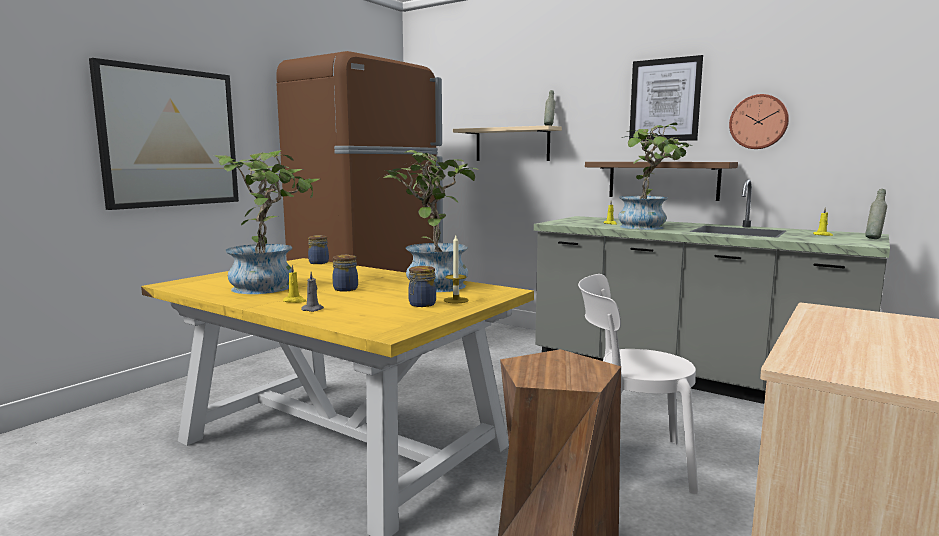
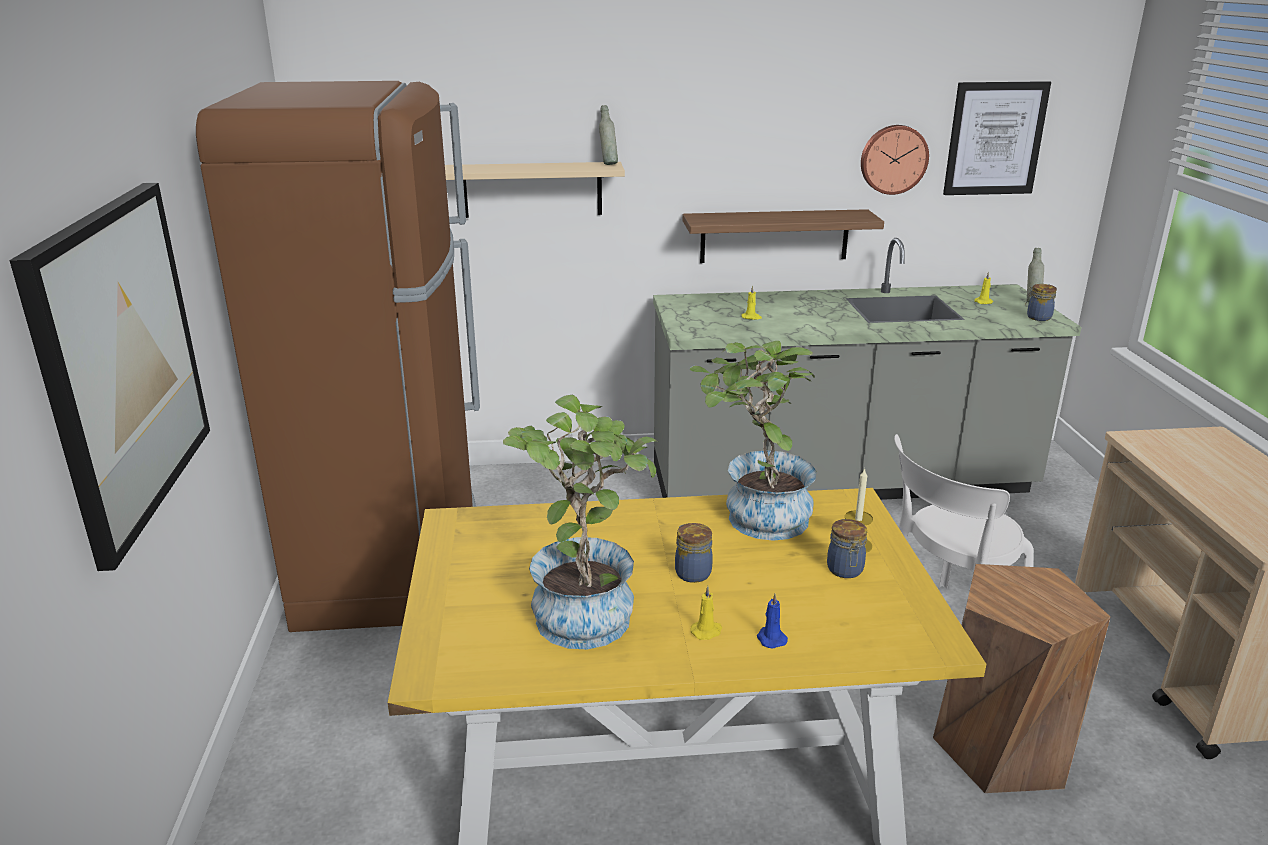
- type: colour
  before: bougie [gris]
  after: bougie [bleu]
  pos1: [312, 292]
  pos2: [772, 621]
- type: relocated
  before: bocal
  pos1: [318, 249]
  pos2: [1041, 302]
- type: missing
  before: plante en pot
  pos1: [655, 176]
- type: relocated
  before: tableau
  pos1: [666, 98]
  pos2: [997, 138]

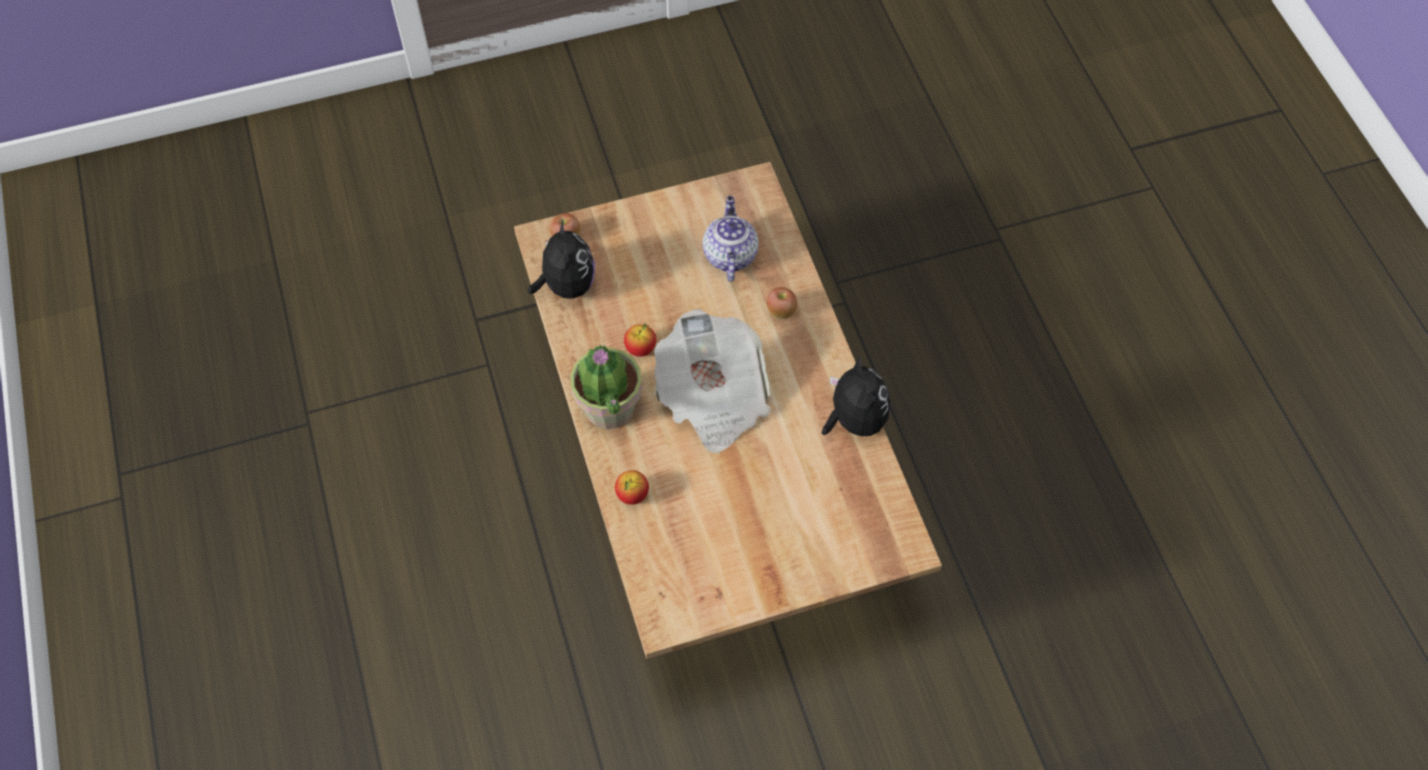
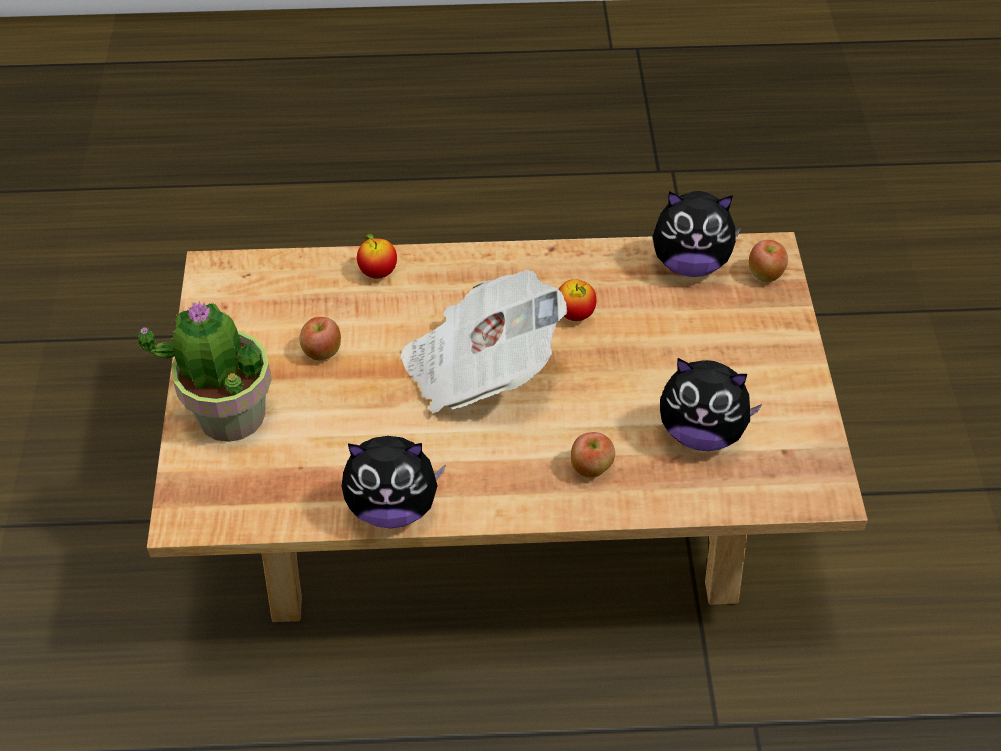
- type: relocated
  before: plante en pot
  pos1: [606, 387]
  pos2: [205, 371]
- type: exchanged
  before: théière
  after: peluche
  pos1: [731, 239]
  pos2: [711, 404]
- type: appeared
  after: pomme
  pos2: [320, 339]

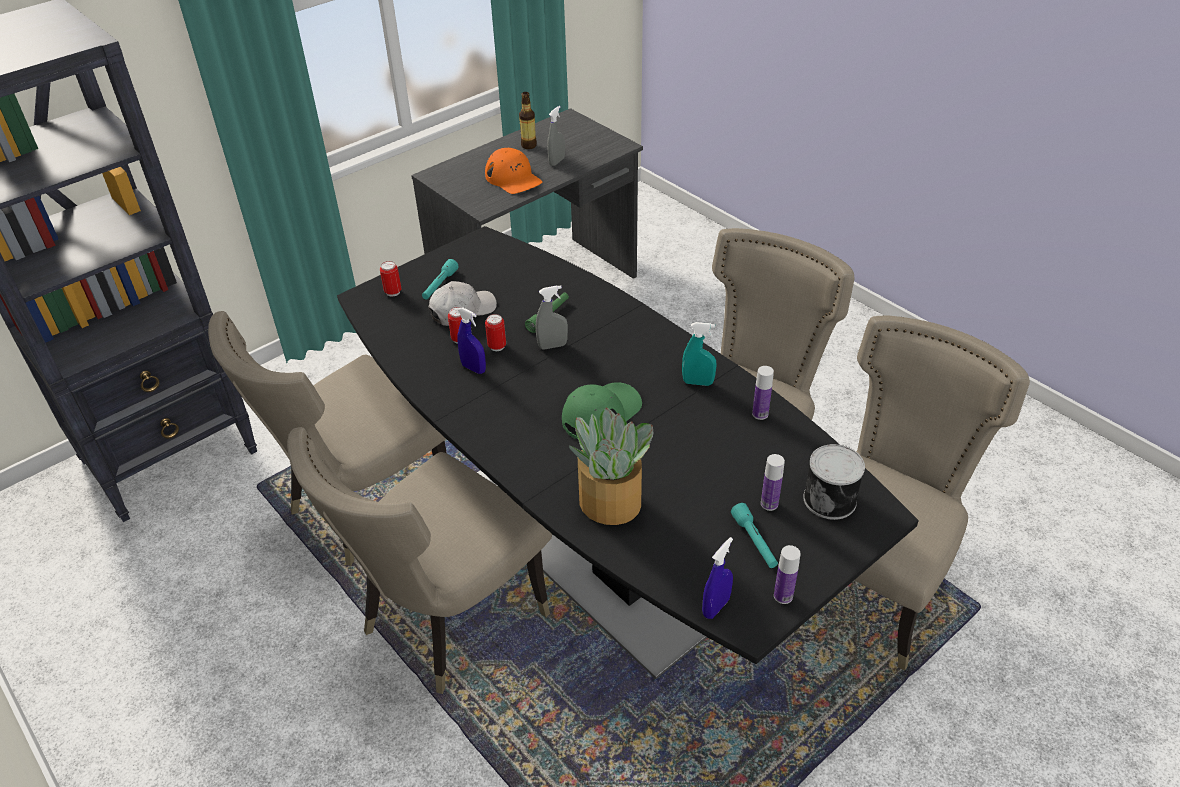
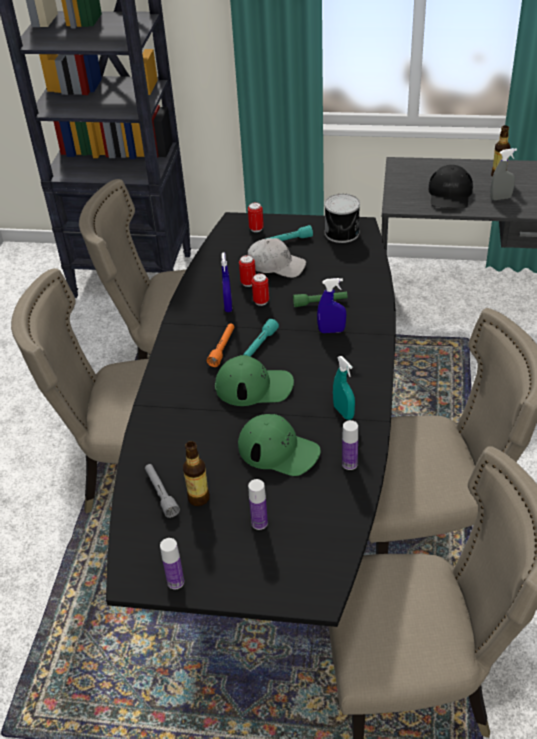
- type: colour
  before: casquette [orange]
  after: casquette [noir]
  pos1: [513, 171]
  pos2: [451, 186]
- type: missing
  before: vaporisateur [gris]
  pos1: [551, 317]
- type: missing
  before: plante en pot
  pos1: [611, 466]
- type: relocated
  before: vaporisateur [bleu]
  pos1: [717, 578]
  pos2: [331, 305]
- type: relocated
  before: lampe de poche [turquoise]
  pos1: [754, 535]
  pos2: [261, 338]
- type: relocated
  before: boîte métallique
  pos1: [834, 482]
  pos2: [342, 218]
- type: appeared
  after: lampe de poche [gris]
  pos2: [162, 491]
- type: appeared
  after: bouteille
  pos2: [196, 473]
- type: appeared
  after: lampe de poche [orange]
  pos2: [220, 345]
- type: appeared
  after: casquette [vert]
  pos2: [279, 445]

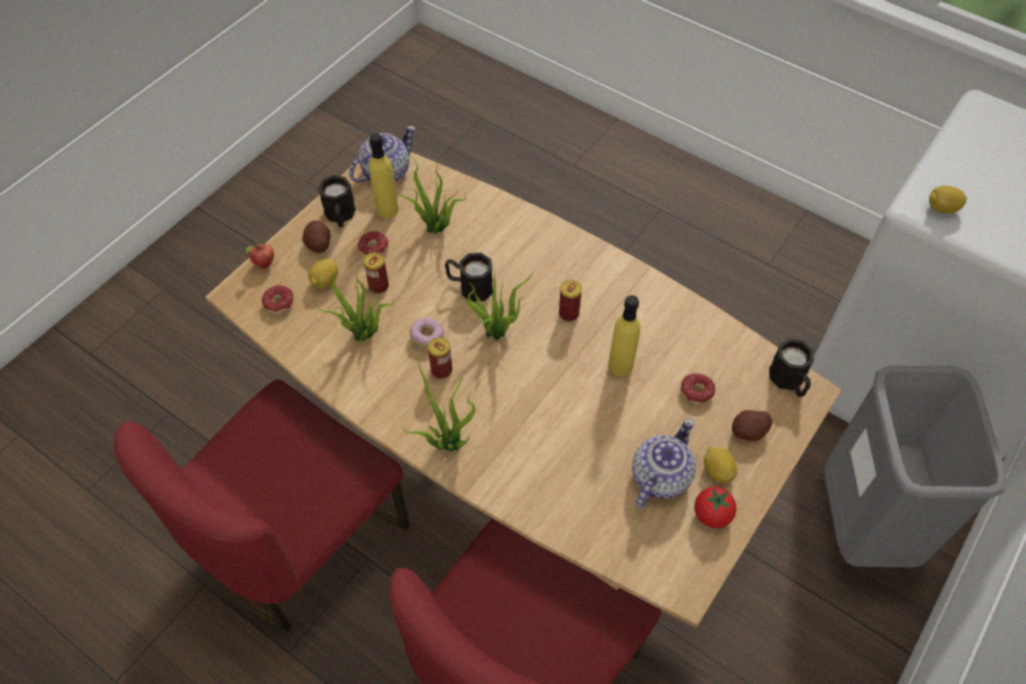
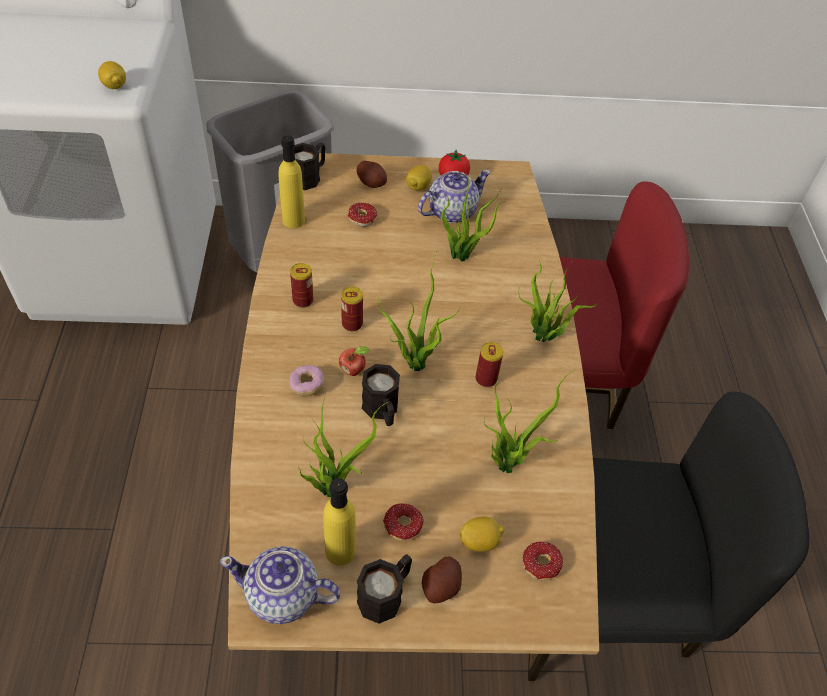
- type: colour
  before: chaise [rouge]
  after: chaise [noir]
  pos1: [262, 505]
  pos2: [668, 536]
- type: relocated
  before: pomme
  pos1: [260, 256]
  pos2: [354, 361]
- type: relocated
  before: boîte métallique
  pos1: [376, 273]
  pos2: [301, 285]
- type: relocated
  before: beignet
  pos1: [427, 332]
  pos2: [307, 381]
- type: relocated
  before: bouteille [jaune]
  pos1: [624, 335]
  pos2: [291, 181]
- type: spun
  before: théière
  pos1: [664, 462]
  pos2: [454, 196]
  turn: 150
- type: appeared
  after: plante en pot
  pos2: [473, 218]

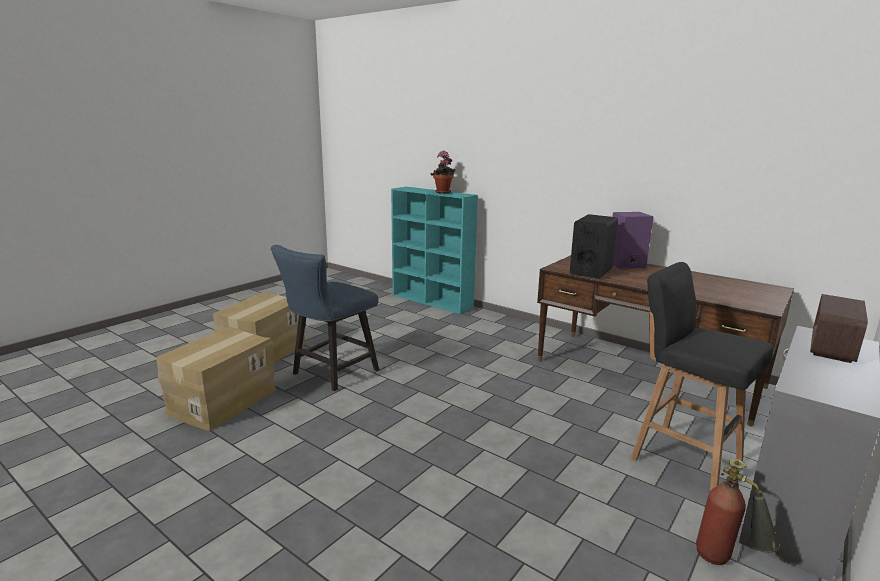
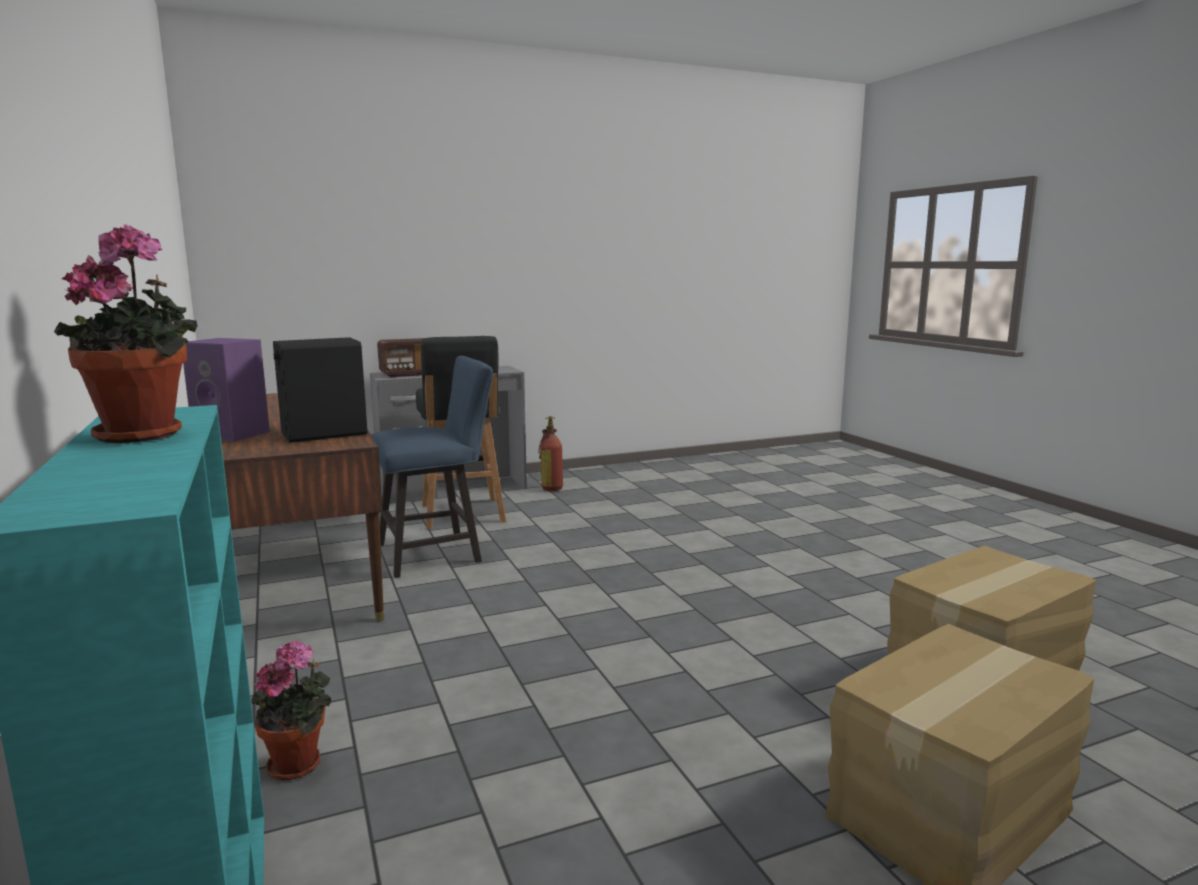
- type: relocated
  before: chaise [bleu]
  pos1: [325, 318]
  pos2: [432, 467]
- type: appeared
  after: plante en pot
  pos2: [291, 710]

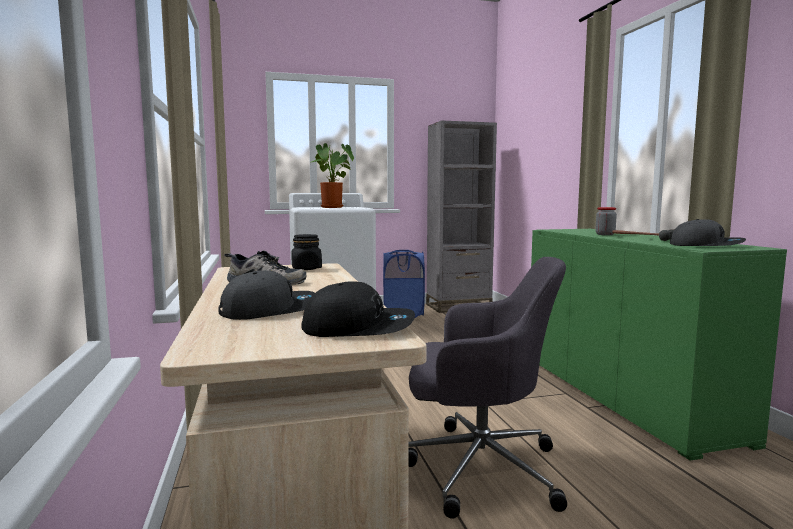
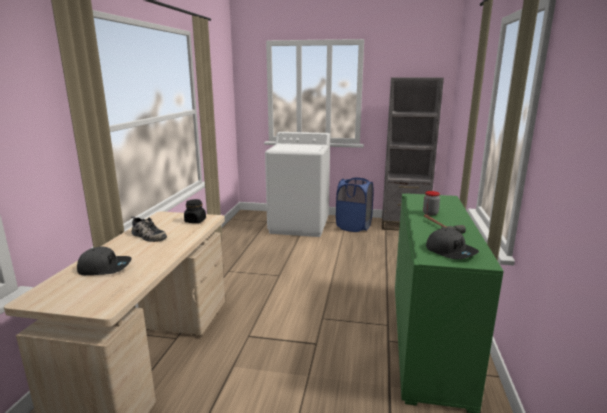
- type: missing
  before: casquette [noir]
  pos1: [358, 309]
- type: missing
  before: plante en pot
  pos1: [332, 175]
- type: missing
  before: chaise de bureau [gris]
  pos1: [488, 388]

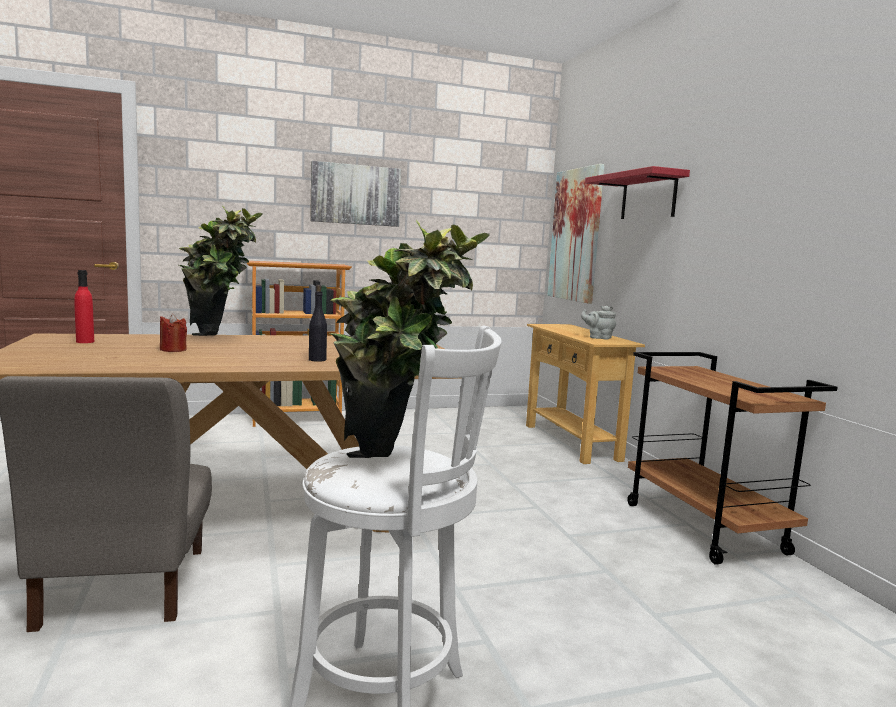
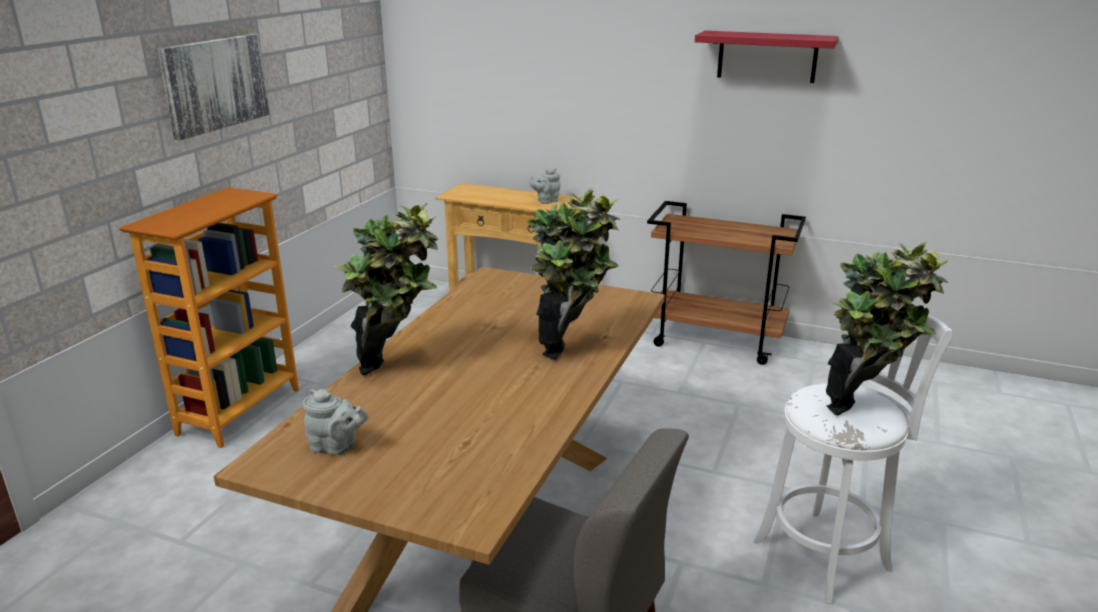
- type: exchanged
  before: bouteille [rouge]
  after: théière [gris]
  pos1: [84, 306]
  pos2: [335, 422]
- type: missing
  before: bougie [rouge]
  pos1: [173, 333]
- type: exchanged
  before: bouteille [noir]
  after: plante en pot
  pos1: [318, 323]
  pos2: [573, 274]
- type: missing
  before: tableau
  pos1: [576, 234]
- type: relocated
  before: étagère [rouge]
  pos1: [637, 192]
  pos2: [767, 57]

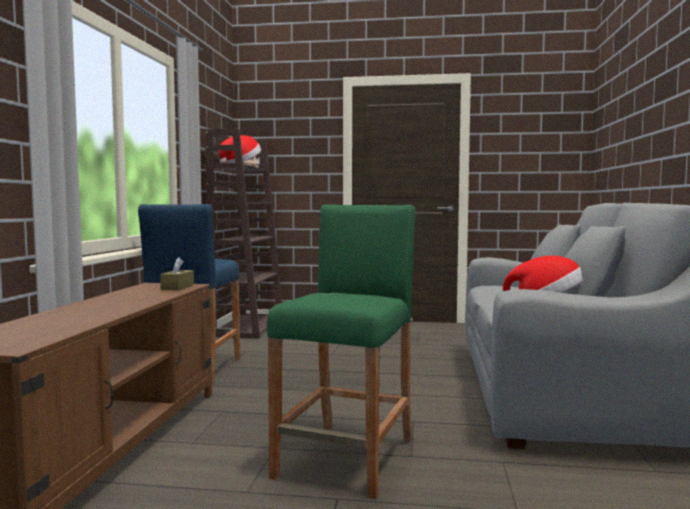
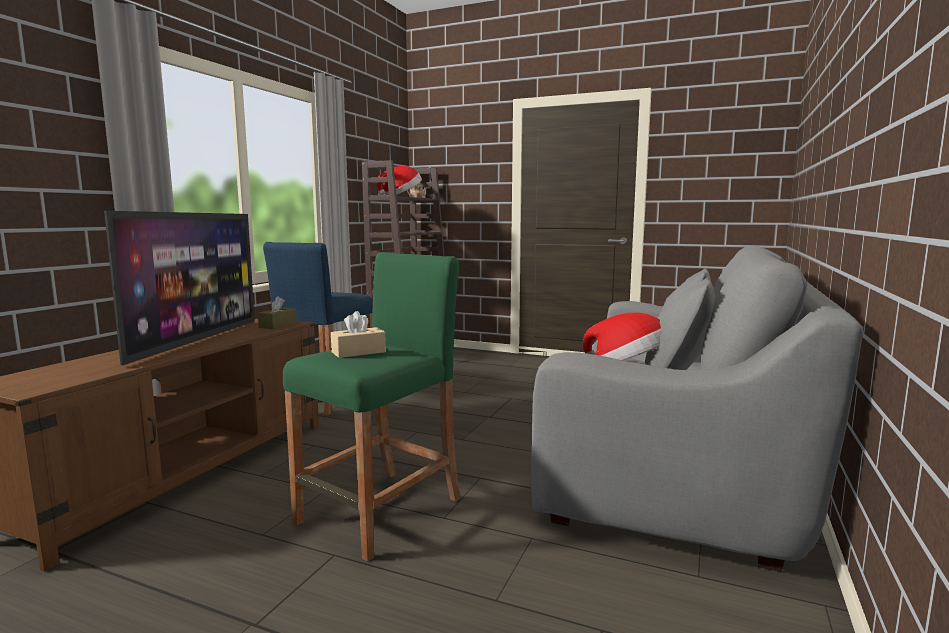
- type: appeared
  after: téléviseur
  pos2: [179, 288]
- type: appeared
  after: boîte à mouchoirs [beige]
  pos2: [358, 334]

